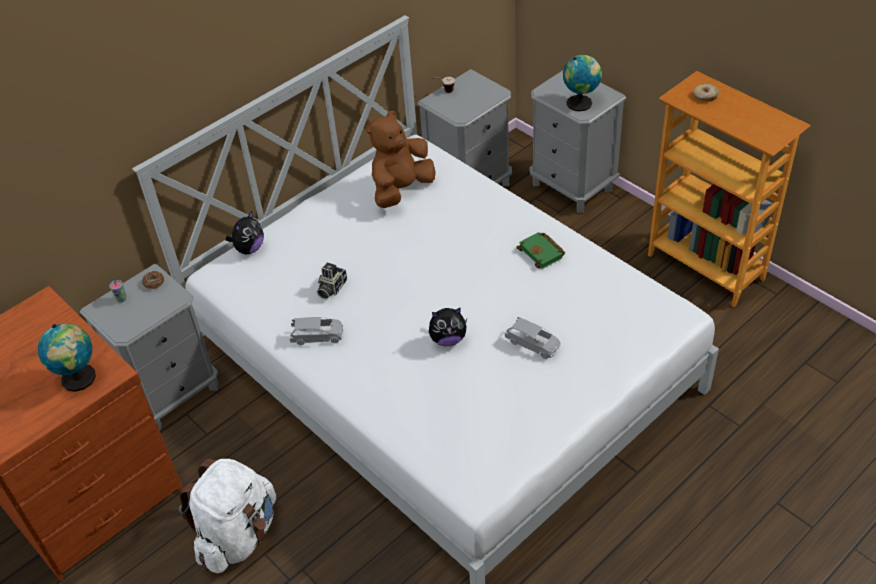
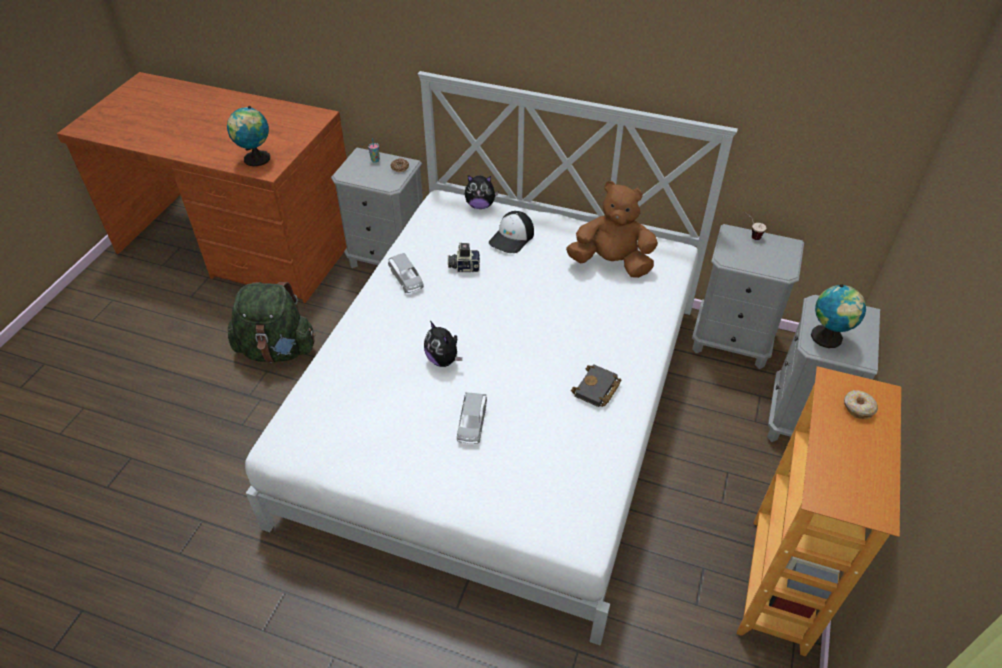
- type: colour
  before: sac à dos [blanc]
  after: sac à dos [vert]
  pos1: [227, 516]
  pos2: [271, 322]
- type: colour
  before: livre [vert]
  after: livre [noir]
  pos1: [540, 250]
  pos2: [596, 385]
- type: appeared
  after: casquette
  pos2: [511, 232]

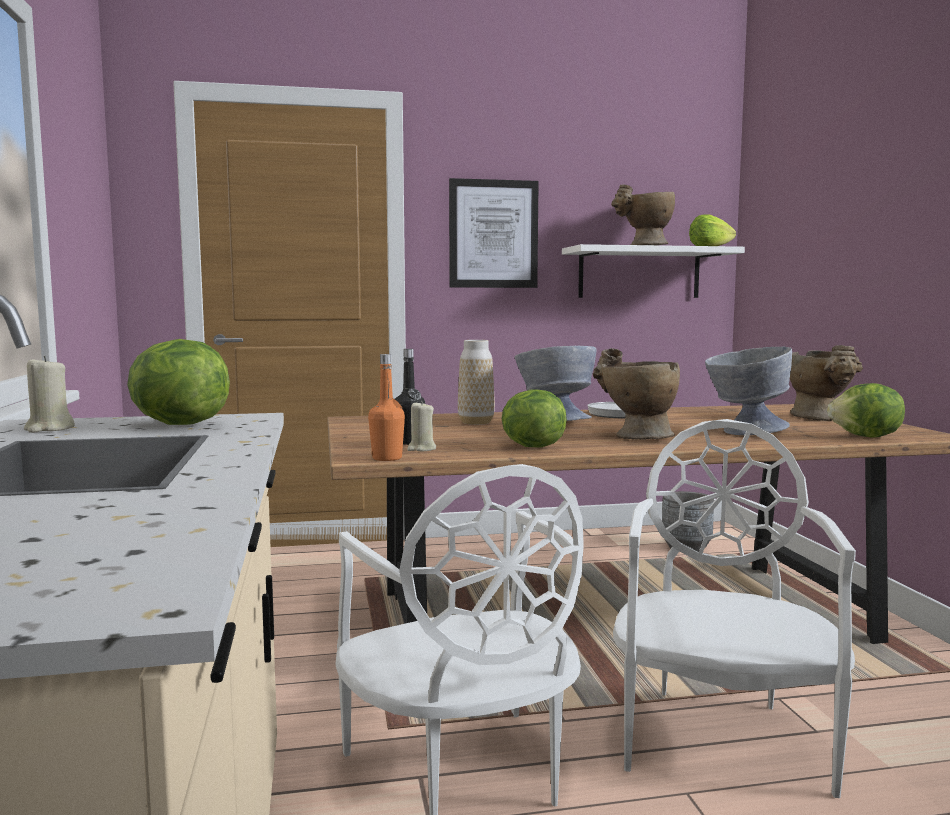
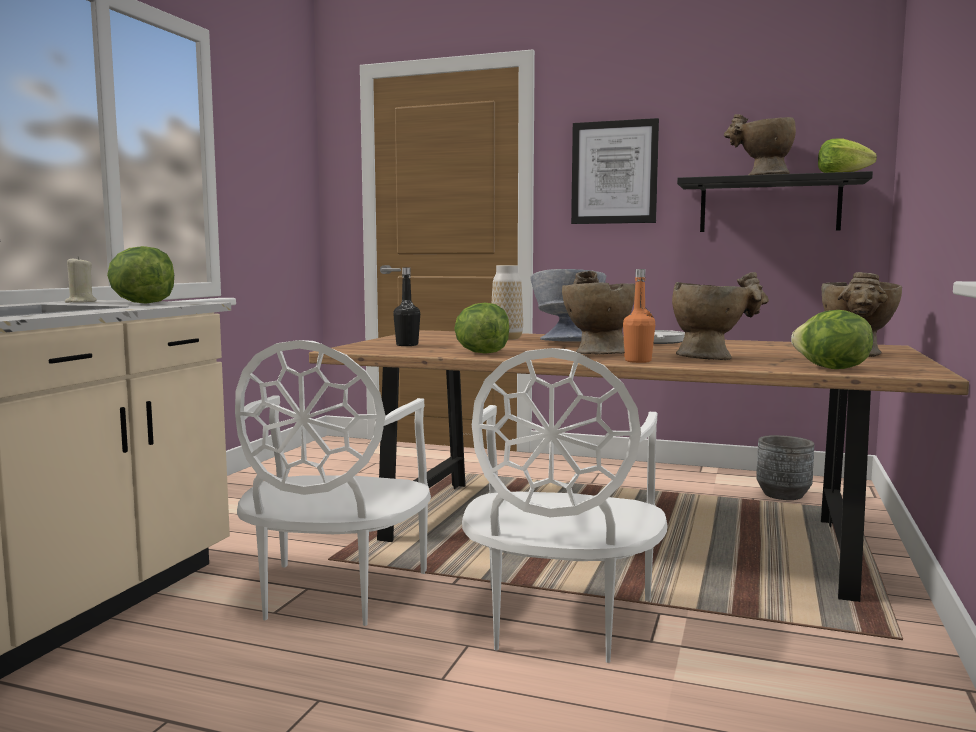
- type: relocated
  before: bouteille [orange]
  pos1: [386, 407]
  pos2: [639, 316]
- type: missing
  before: bougie [beige]
  pos1: [421, 426]
- type: colour
  before: étagère [blanc]
  after: étagère [noir]
  pos1: [653, 271]
  pos2: [775, 201]
- type: spun
  before: chaise [blanc]
  pos1: [734, 608]
  pos2: [565, 505]
  turn: 150
- type: exchanged
  before: bol [gris]
  after: vase [beige]
  pos1: [748, 391]
  pos2: [720, 316]

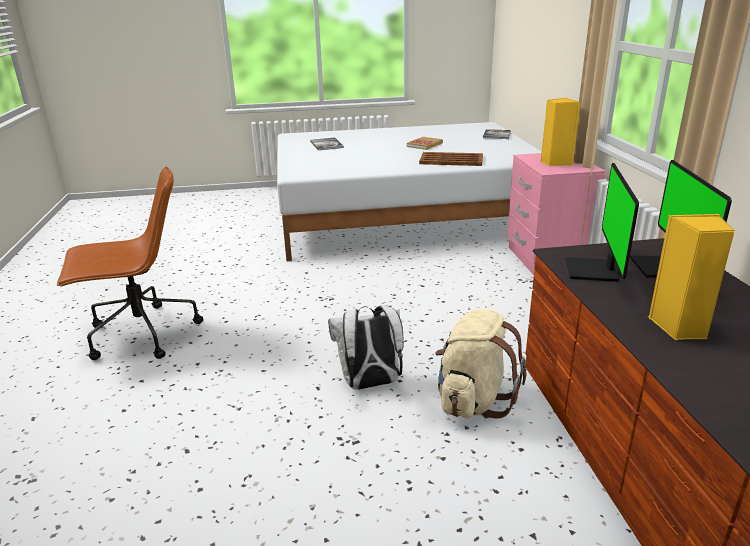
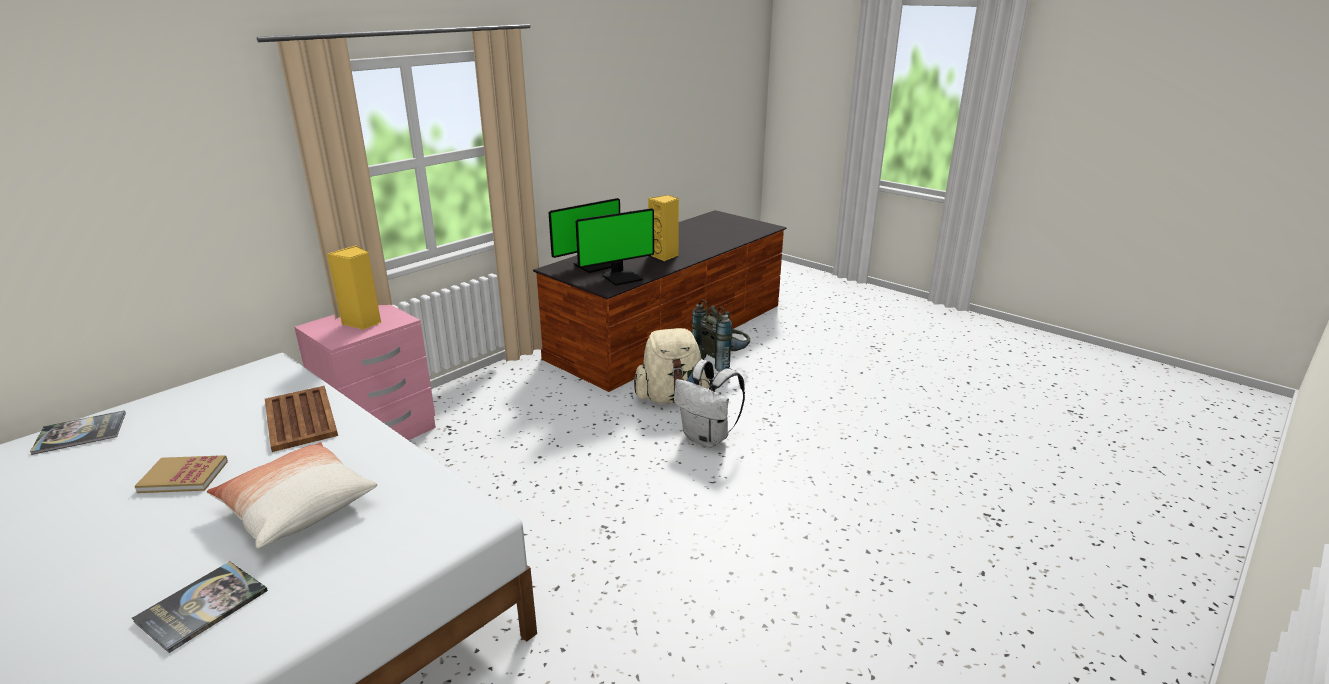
- type: missing
  before: chaise de bureau [marron]
  pos1: [130, 263]
- type: appeared
  after: coussin
  pos2: [292, 495]
- type: appeared
  after: sac à dos [gris]
  pos2: [720, 335]

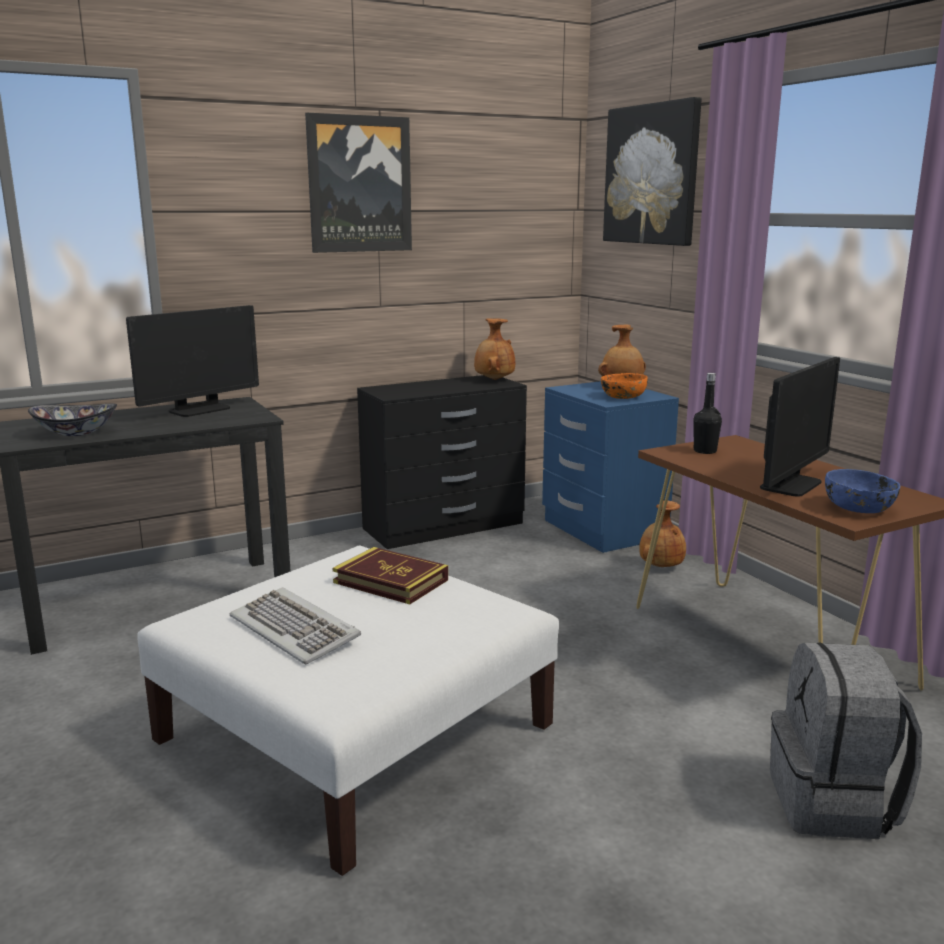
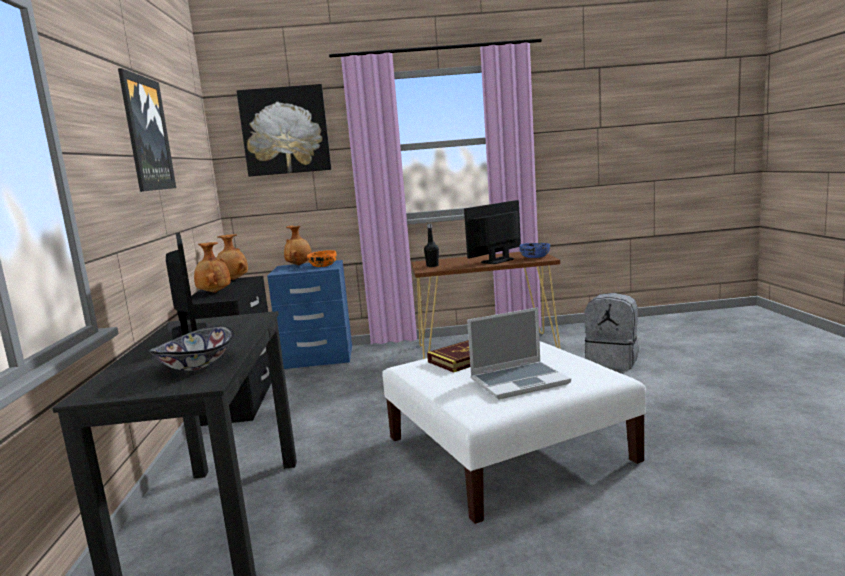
- type: exchanged
  before: clavier
  after: ordinateur portable
  pos1: [295, 626]
  pos2: [519, 353]
- type: relocated
  before: vase [marron]
  pos1: [662, 533]
  pos2: [212, 267]
- type: spun
  before: écran d'ordinateur
  pos1: [800, 427]
  pos2: [492, 232]
  turn: -105

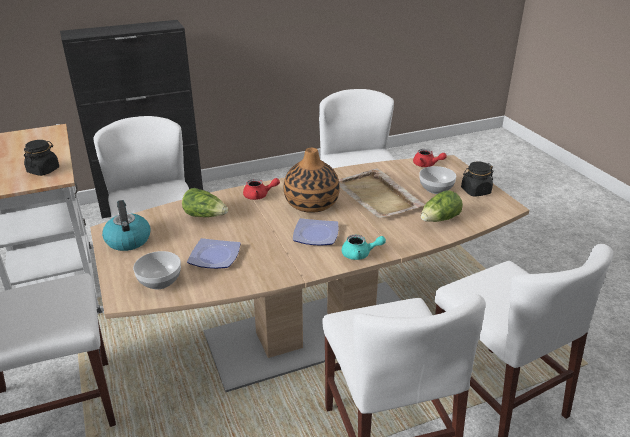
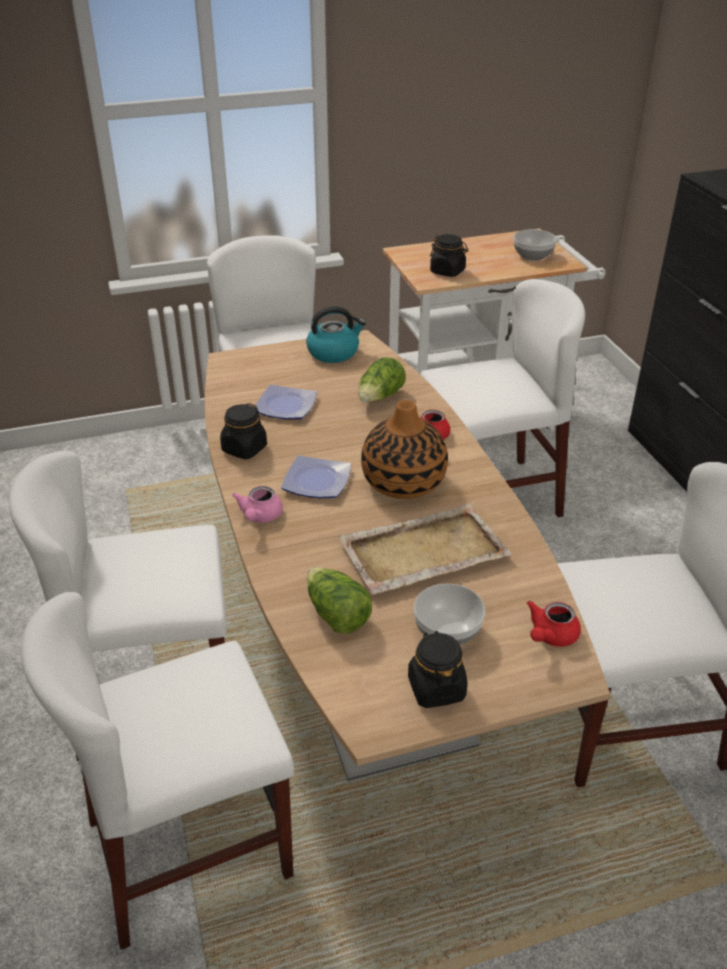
- type: relocated
  before: bol
  pos1: [157, 270]
  pos2: [535, 245]
- type: colour
  before: théière [turquoise]
  after: théière [rose]
  pos1: [364, 247]
  pos2: [257, 504]
- type: appeared
  after: bocal [noir]
  pos2: [243, 431]

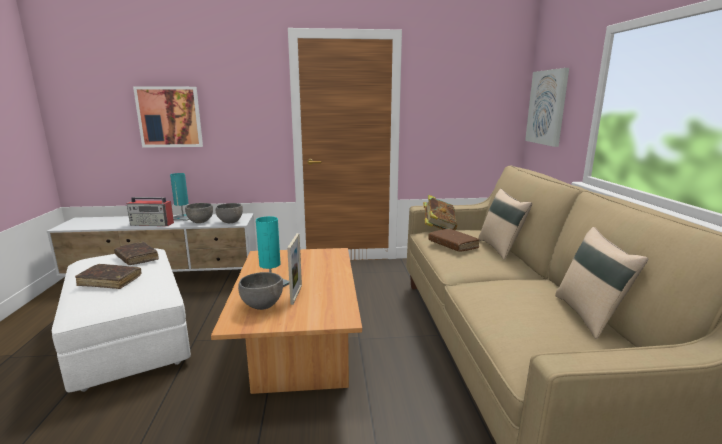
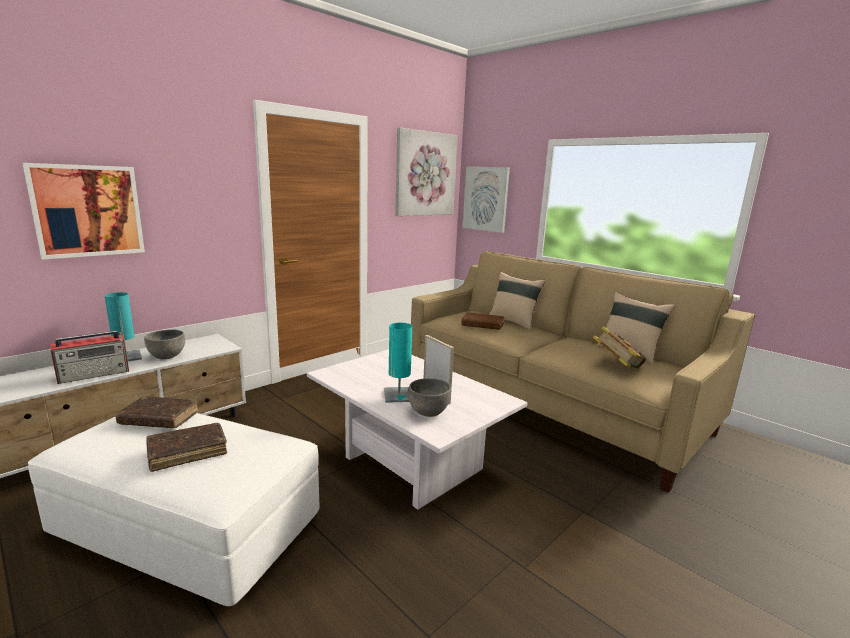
- type: colour
  before: table basse [marron]
  after: table basse [blanc]
  pos1: [286, 321]
  pos2: [417, 429]
- type: missing
  before: bol [gris]
  pos1: [229, 213]
- type: relocated
  before: livre
  pos1: [440, 212]
  pos2: [619, 347]
- type: appeared
  after: tableau
  pos2: [426, 171]

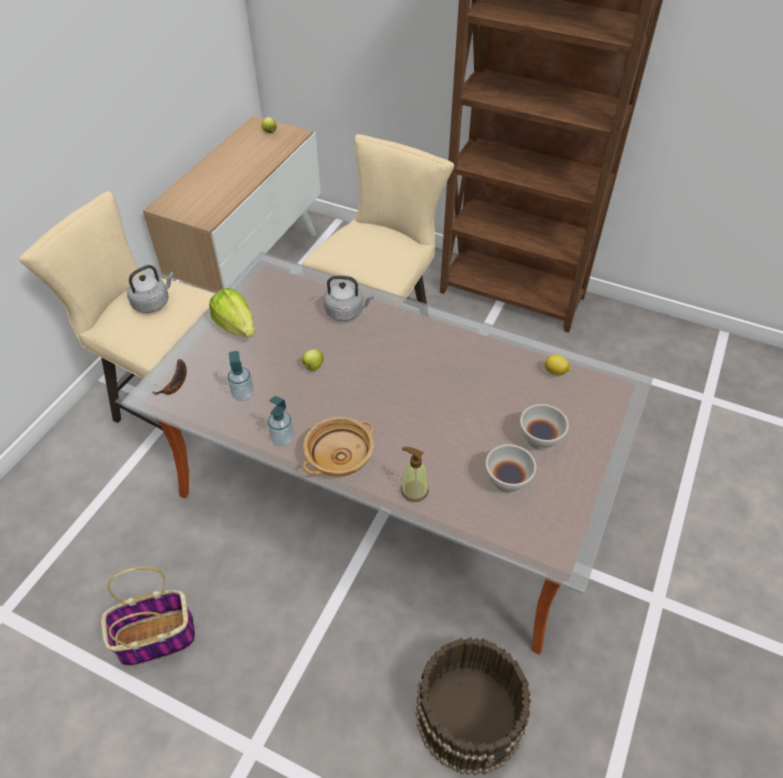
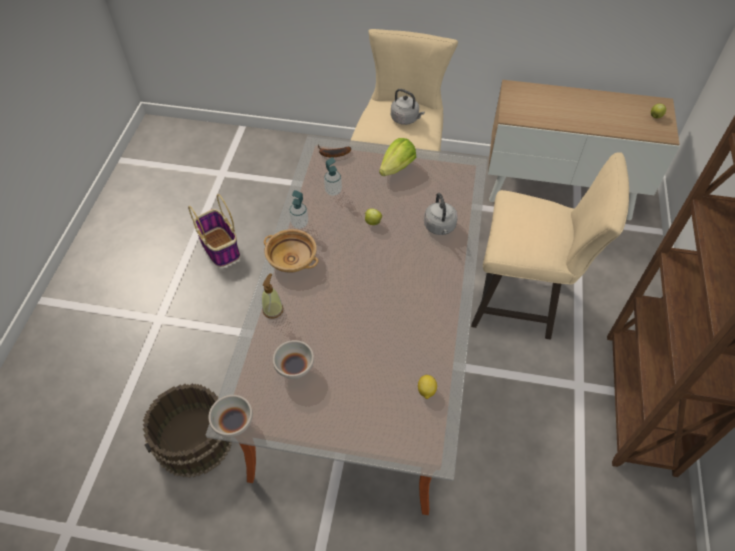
- type: relocated
  before: bol [blanc]
  pos1: [544, 427]
  pos2: [230, 416]

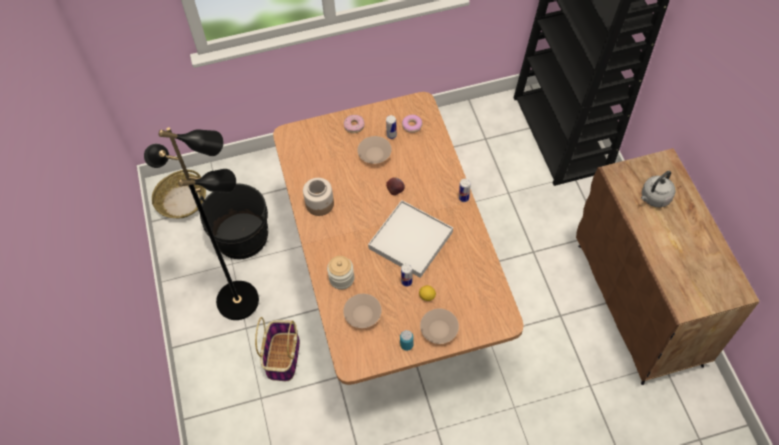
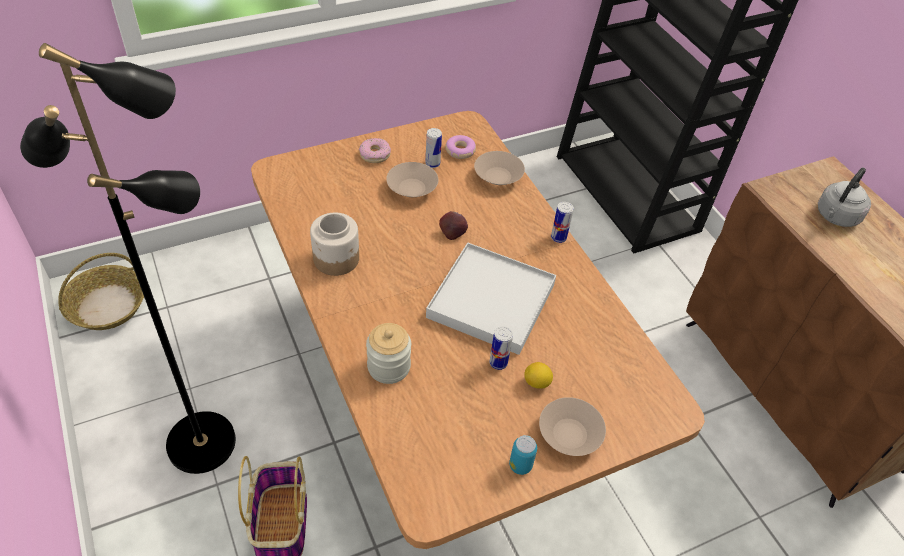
- type: missing
  before: seau [noir]
  pos1: [234, 221]
- type: relocated
  before: bol [beige]
  pos1: [362, 311]
  pos2: [499, 168]

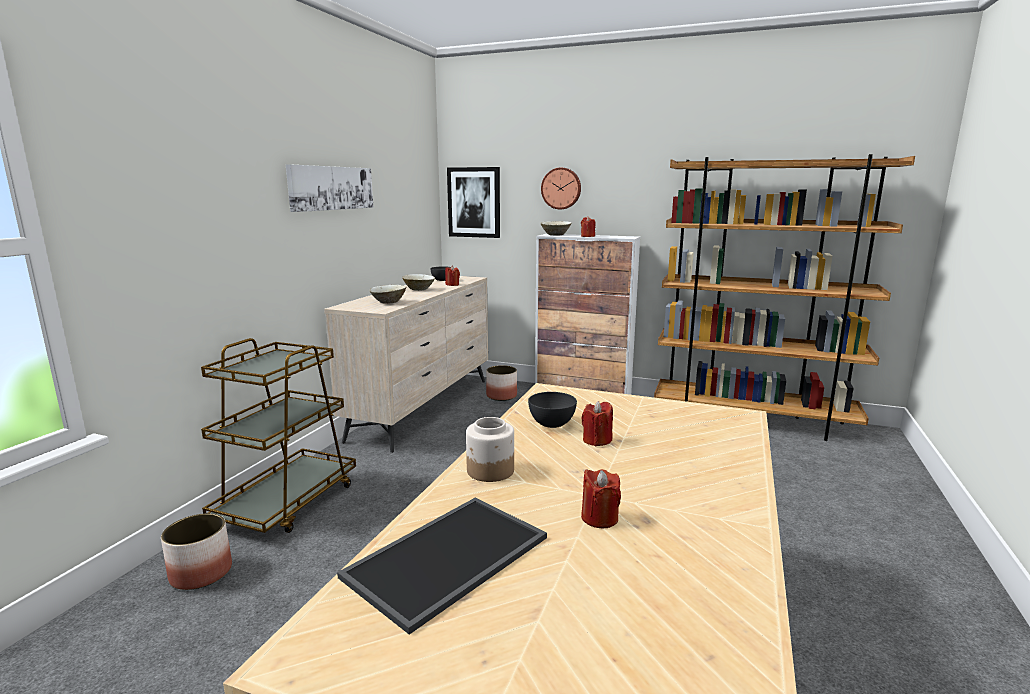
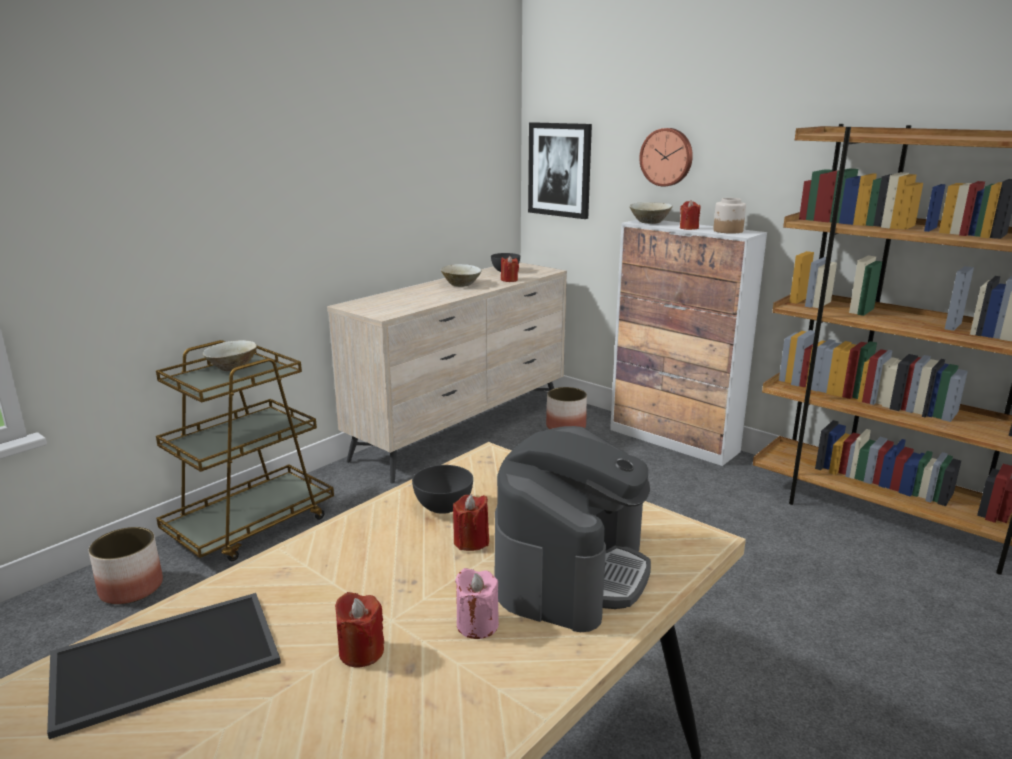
- type: missing
  before: tableau
  pos1: [329, 188]
- type: relocated
  before: bol [beige]
  pos1: [387, 294]
  pos2: [230, 355]
- type: relocated
  before: bocal
  pos1: [490, 449]
  pos2: [729, 216]
- type: appeared
  after: bougie [rose]
  pos2: [477, 603]
- type: appeared
  after: machine à café
  pos2: [573, 529]

